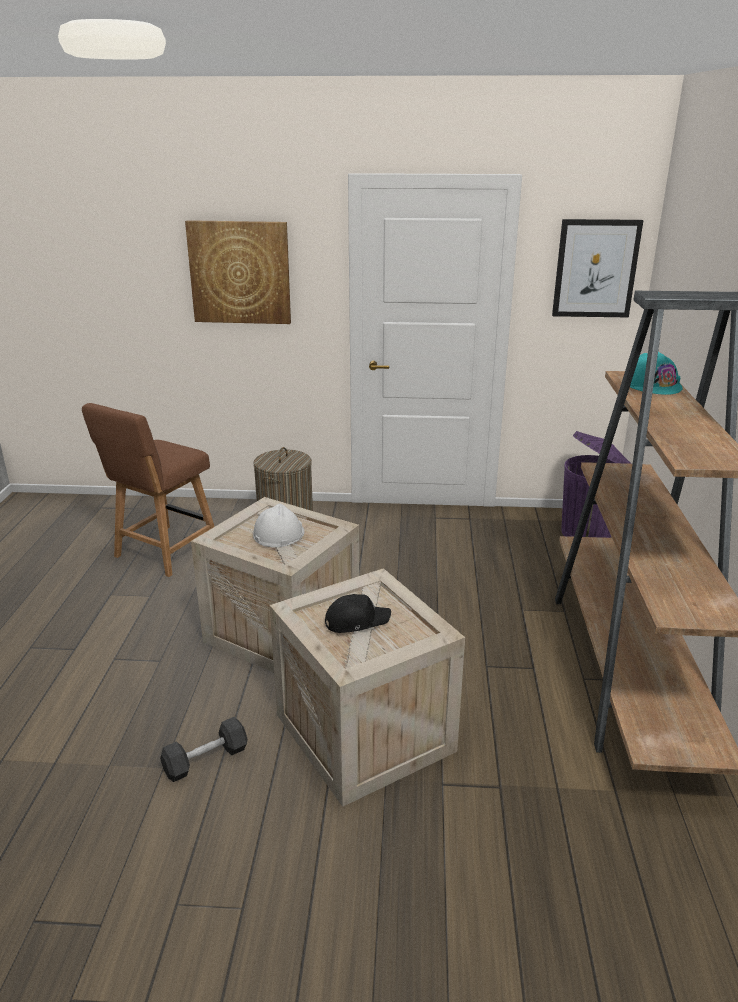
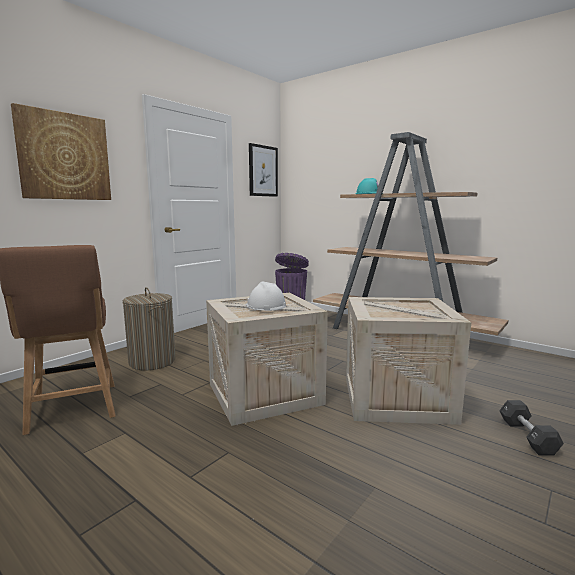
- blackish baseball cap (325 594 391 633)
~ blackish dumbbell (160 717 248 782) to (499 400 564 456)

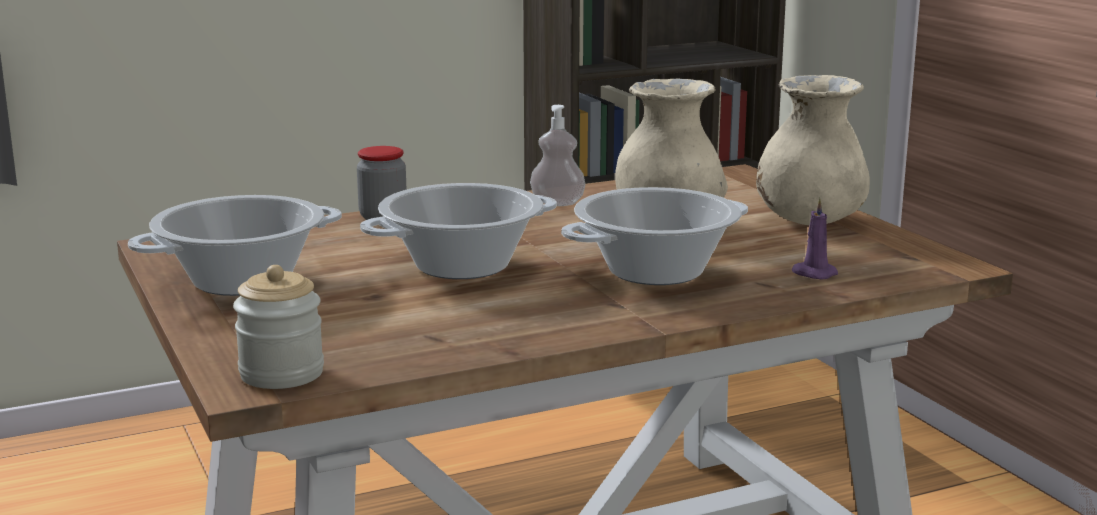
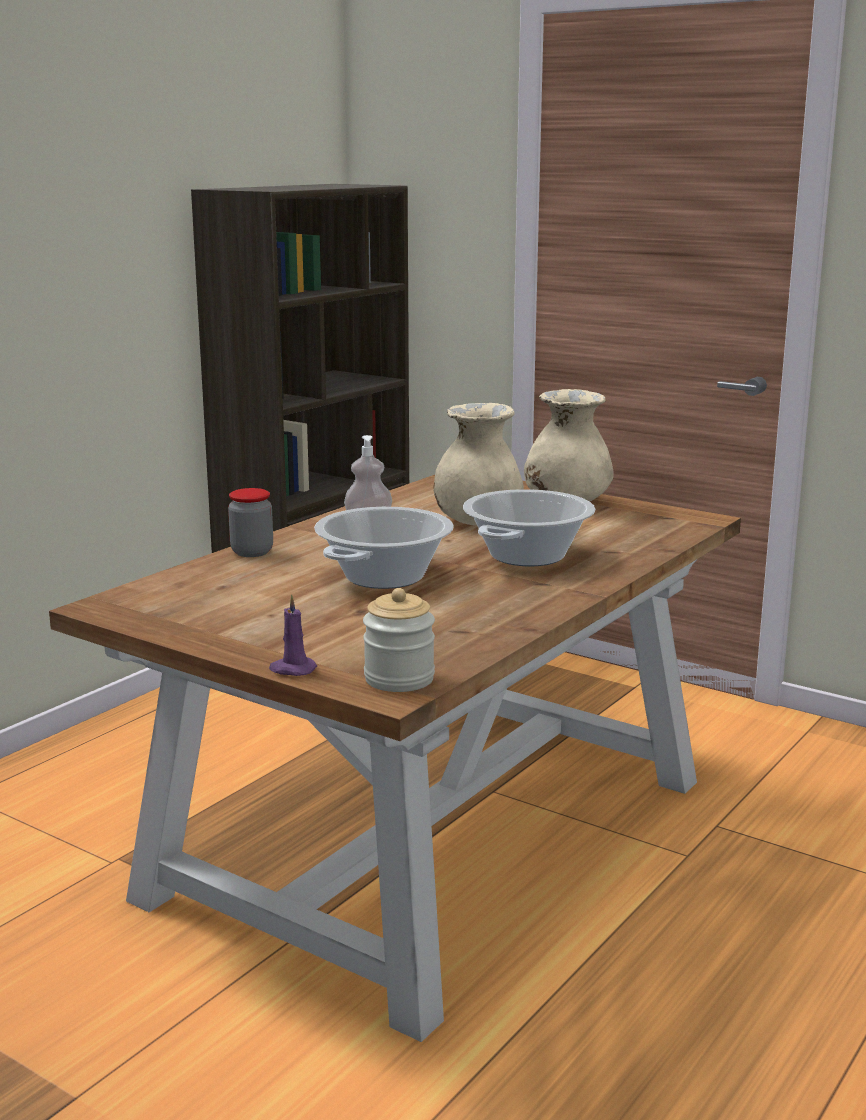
- cooking pot (128 195 342 296)
~ purplish candle (792 198 838 279) to (269 594 317 676)

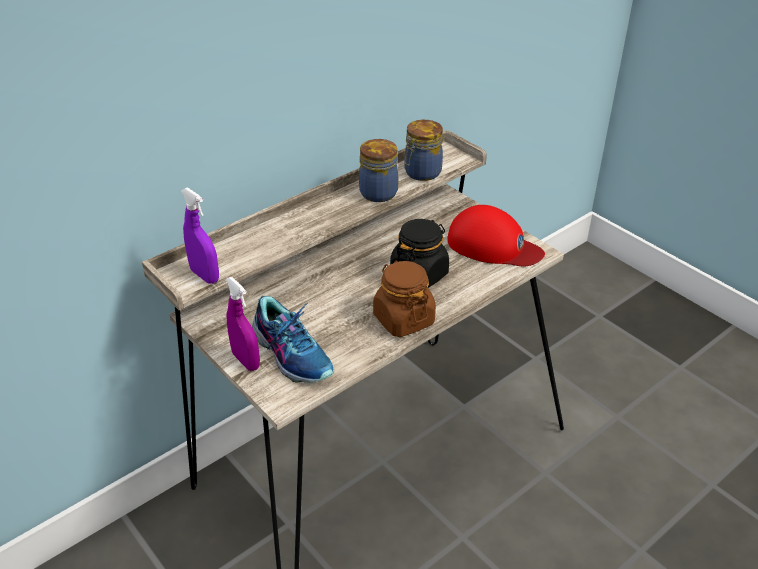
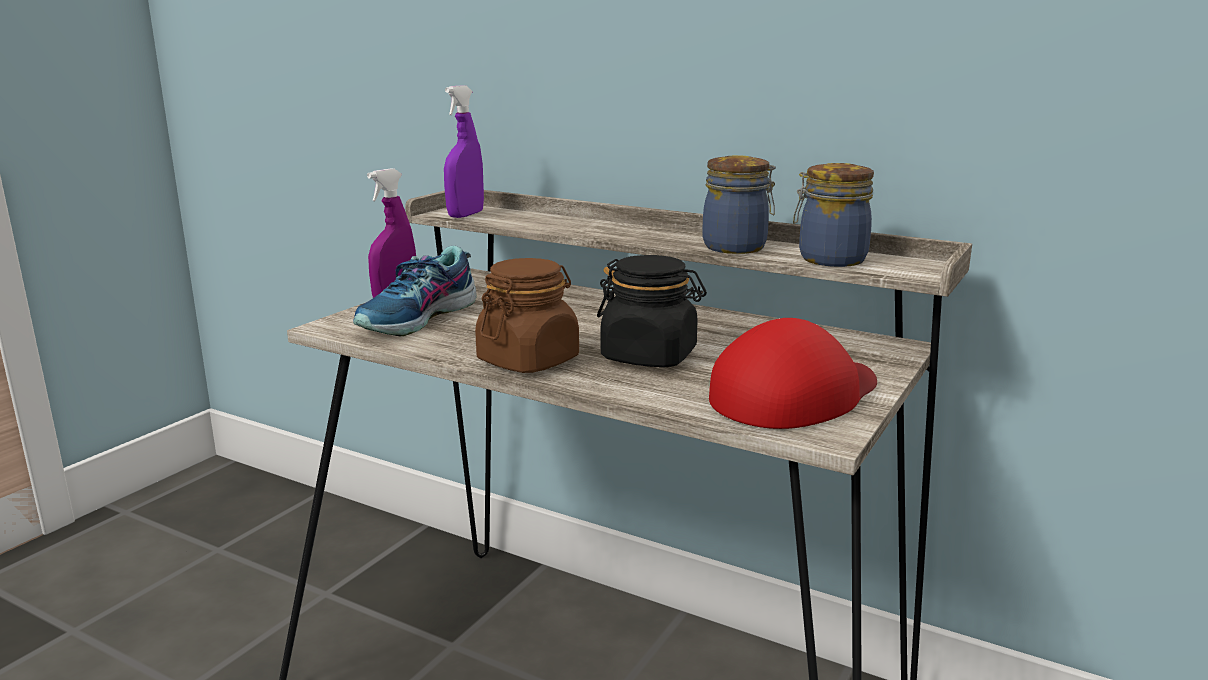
~ reddish baseball cap (447 205 545 267) = (709 318 877 429) 135 degrees counterclockwise

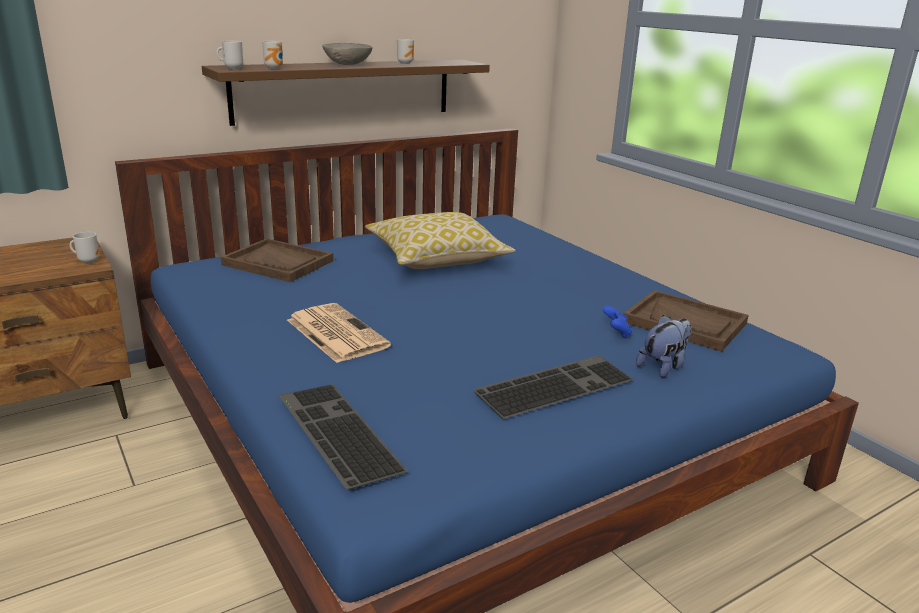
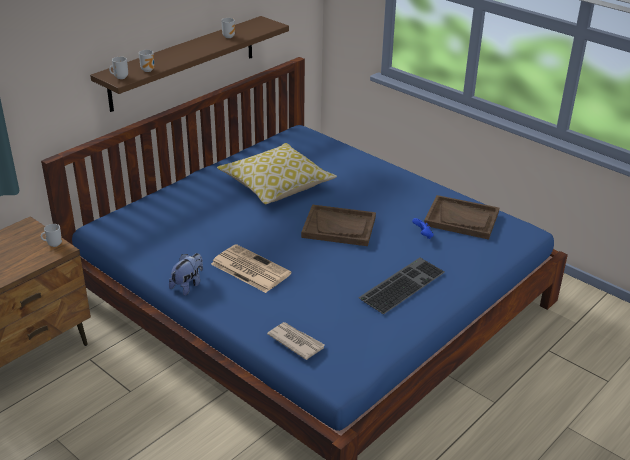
- grey serving bowl (322 43 372 65)
~ brown-coloured serving tray (221 238 333 282) to (301 205 376 246)
~ soft toy (636 315 692 378) to (169 253 203 296)
~ computer keyboard (278 384 408 489) to newspaper (267 322 325 360)

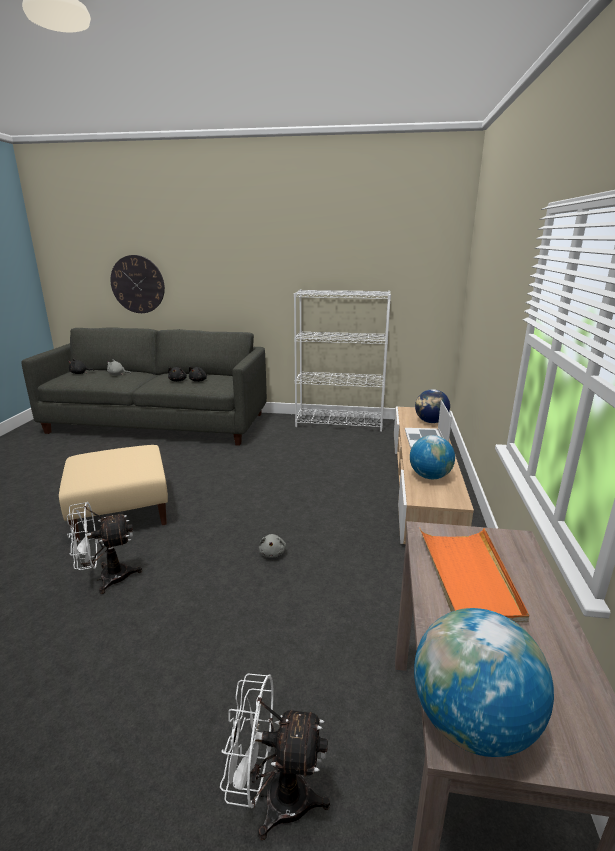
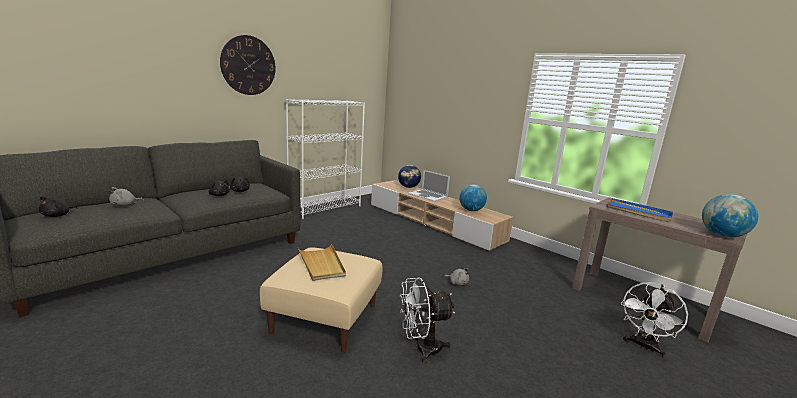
+ sand-coloured serving tray (297 244 346 281)
~ wall clock (111 255 165 313) to (220 35 276 95)
~ orange-coloured serving tray (420 528 529 623) to blue-coloured serving tray (606 198 673 222)
~ white cooling fan (67 502 142 594) = (400 277 455 363) 60 degrees clockwise

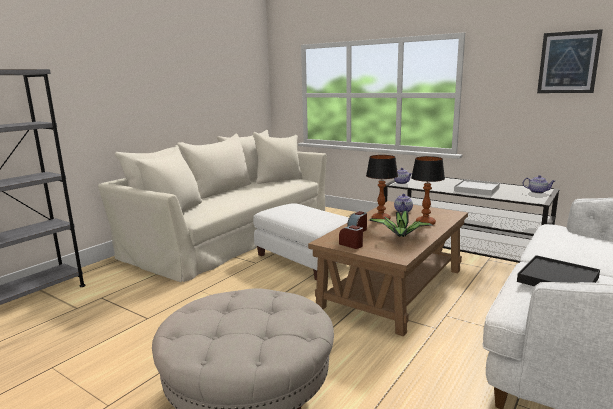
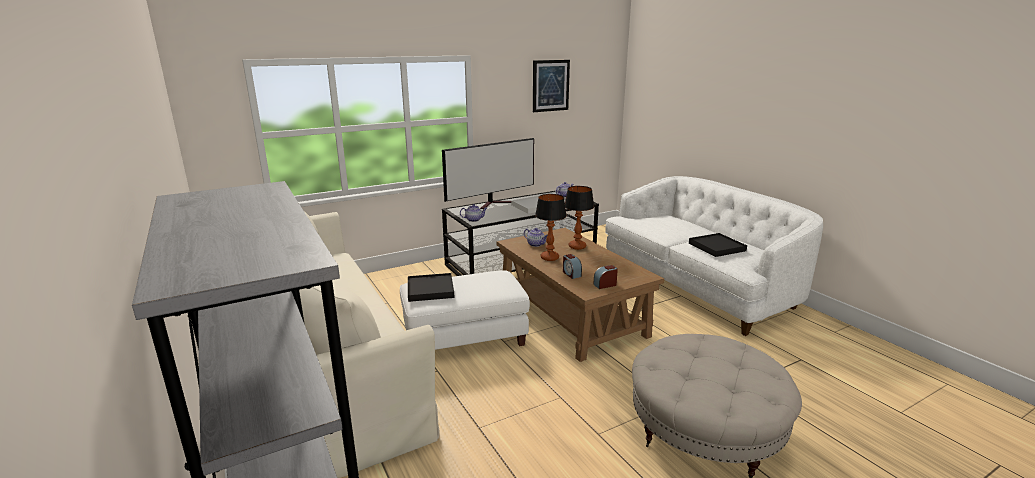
- houseplant (369 211 433 237)
+ blackish serving tray (408 273 455 302)
+ TV (442 138 534 209)

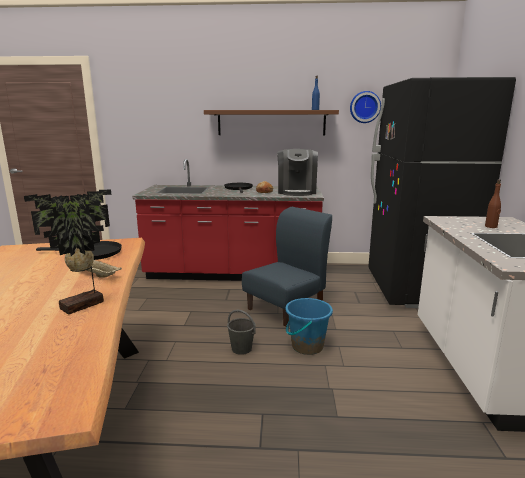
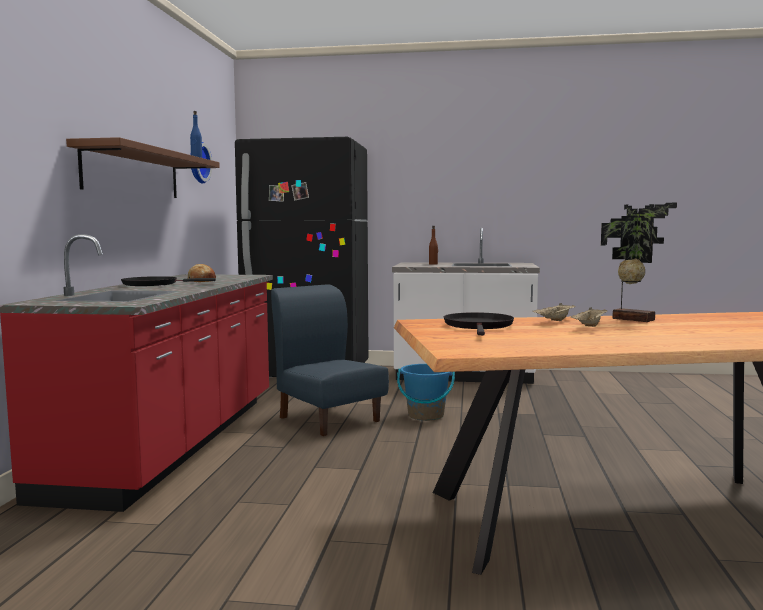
- grey water bucket (227 310 256 355)
- coffee brewer (277 149 318 196)
+ sand-coloured serving tray (571 307 608 327)

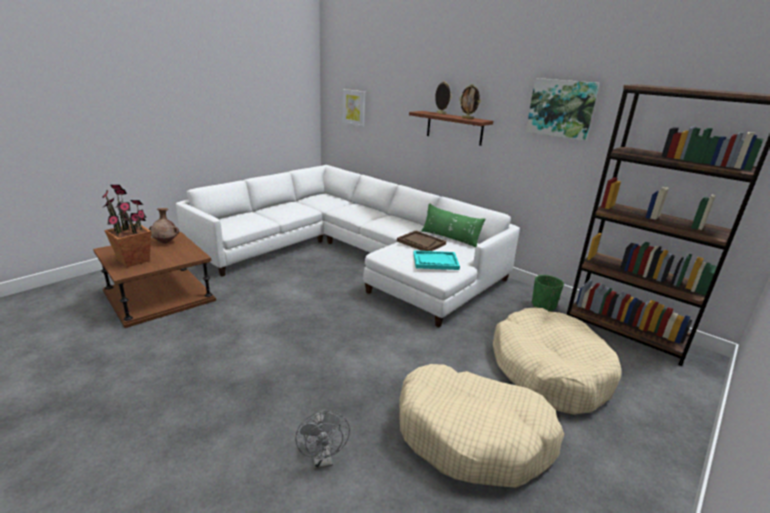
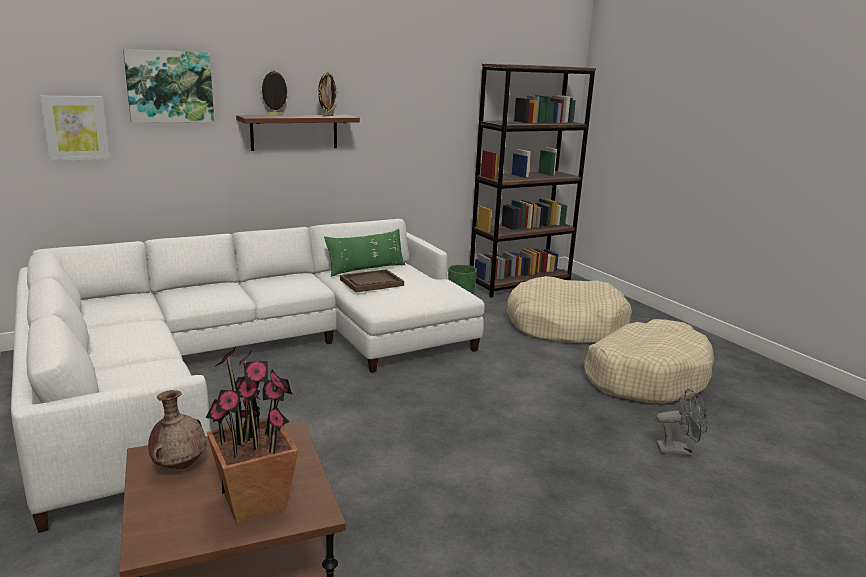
- turquoise-coloured serving tray (413 250 460 270)
~ picture (526 78 599 141) to (123 49 214 123)

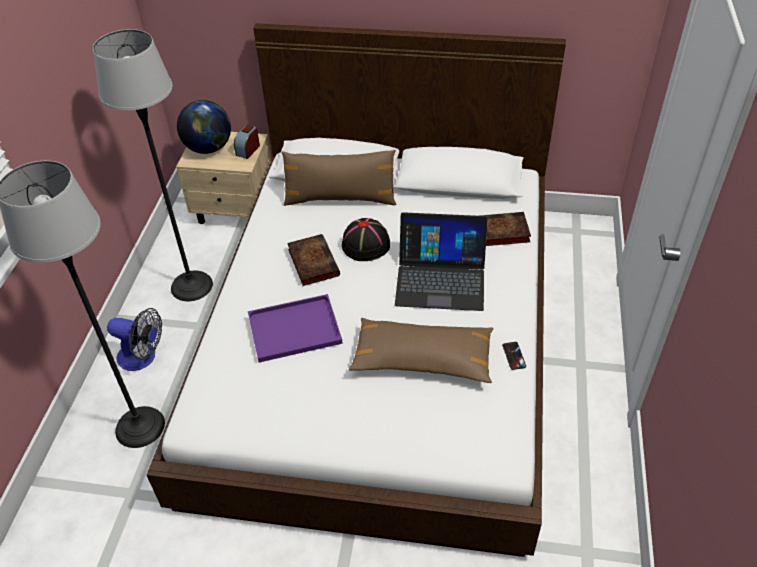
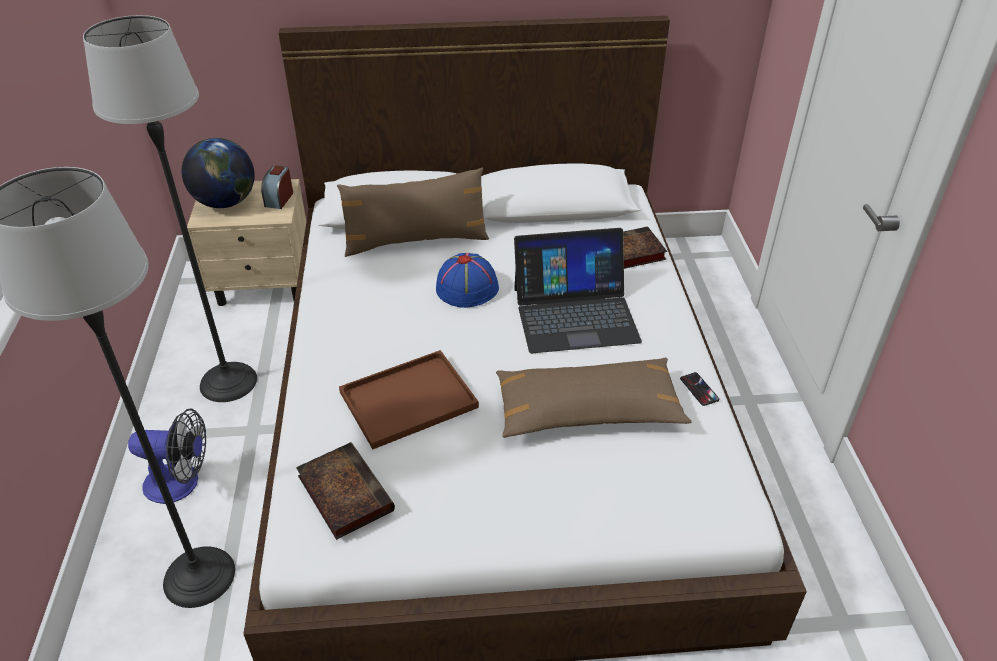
~ volume (287 234 340 286) to (296 442 395 540)
~ purplish serving tray (248 294 343 362) to brown-coloured serving tray (339 350 479 449)
~ blackish clothing hat (342 218 390 261) to blue-coloured clothing hat (436 253 499 308)

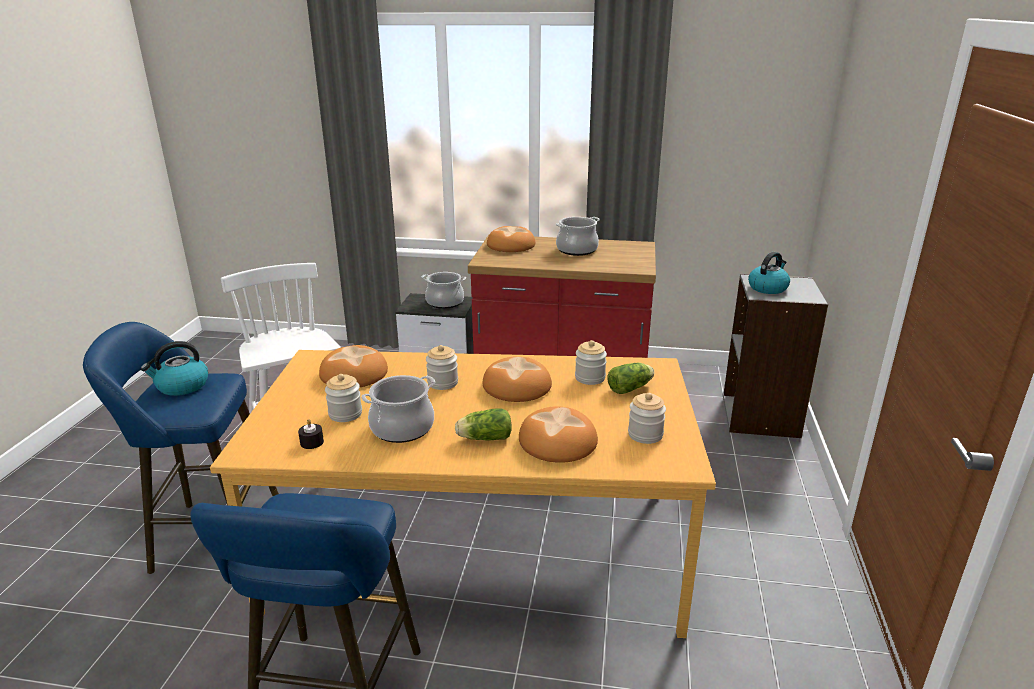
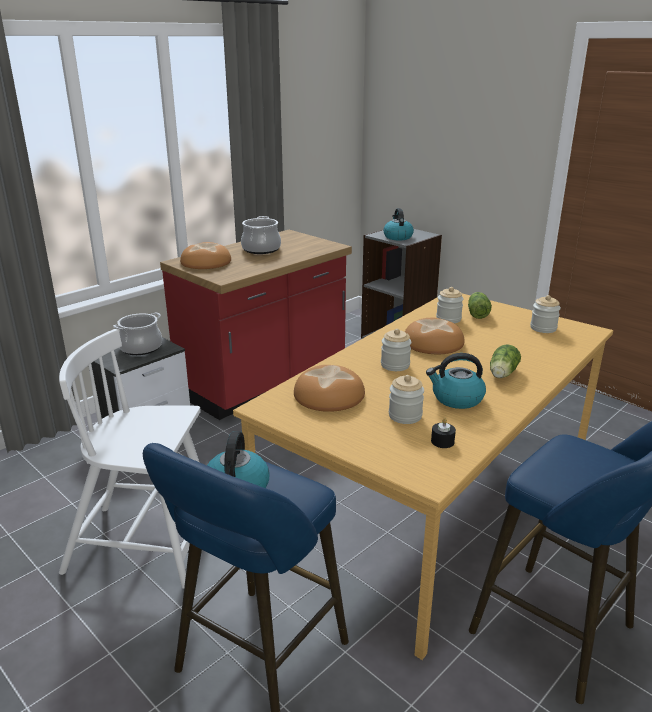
- baked bread (519 406 598 463)
~ cooking pot (361 375 435 443) to tea kettle (426 353 486 409)

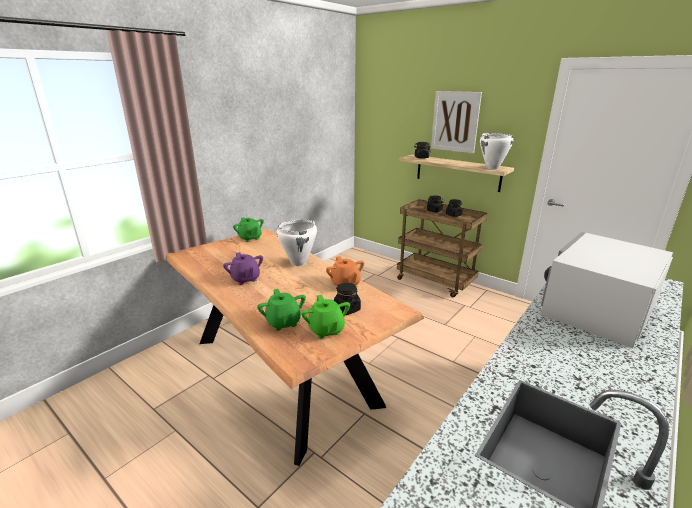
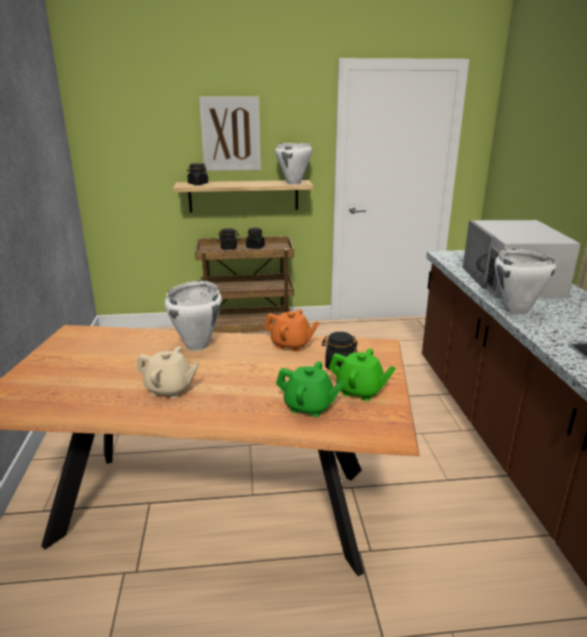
- green pot for tea (233 218 264 242)
+ white cooking pot (495 249 556 315)
~ purplish pot for tea (223 252 263 285) to sand-coloured pot for tea (136 346 199 398)

